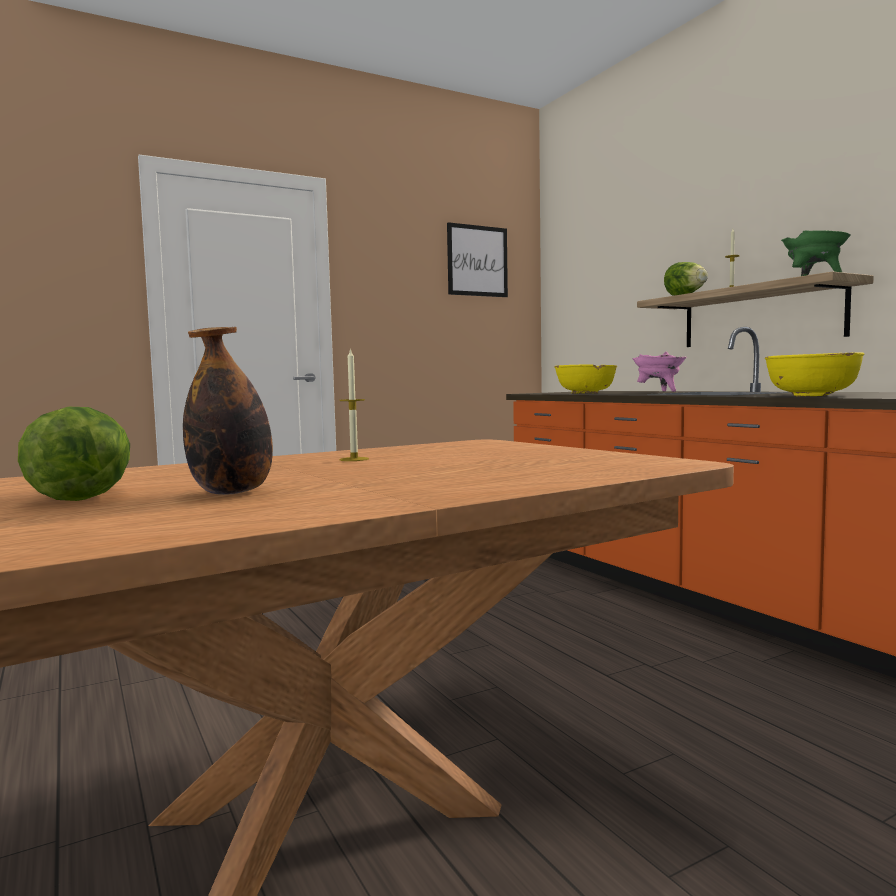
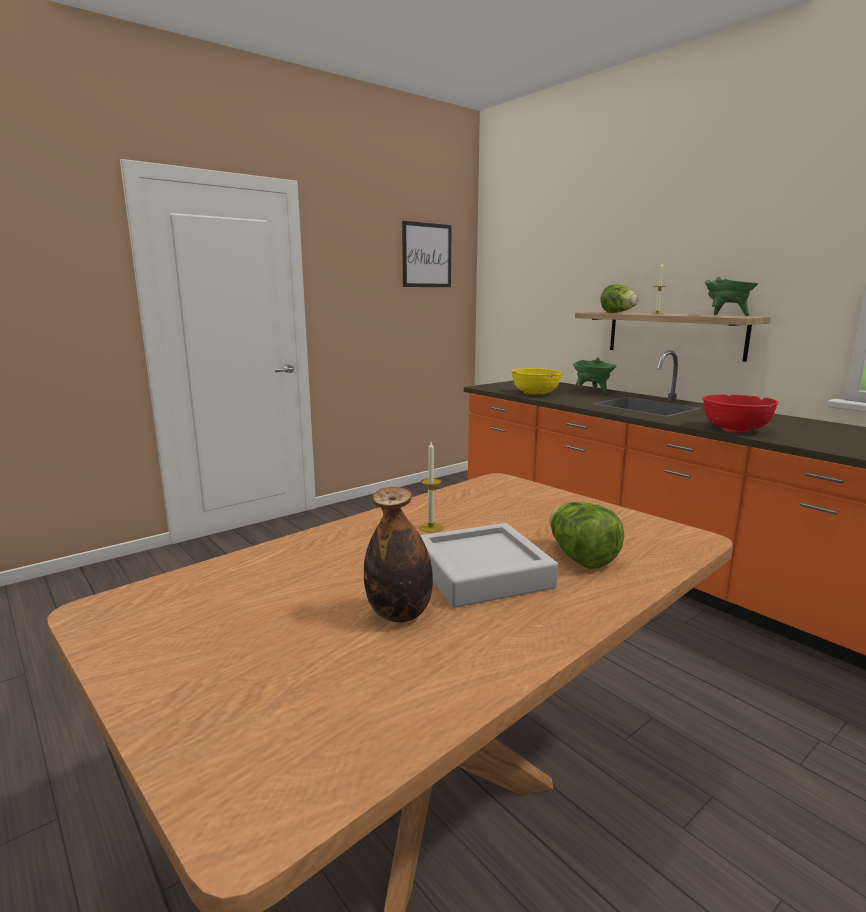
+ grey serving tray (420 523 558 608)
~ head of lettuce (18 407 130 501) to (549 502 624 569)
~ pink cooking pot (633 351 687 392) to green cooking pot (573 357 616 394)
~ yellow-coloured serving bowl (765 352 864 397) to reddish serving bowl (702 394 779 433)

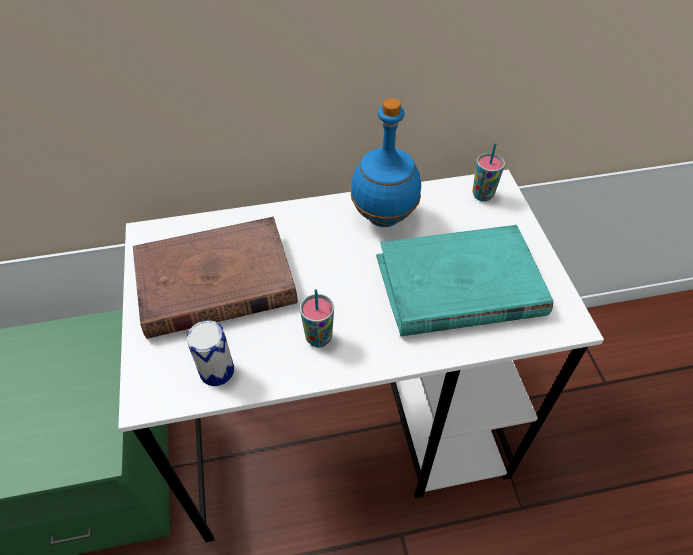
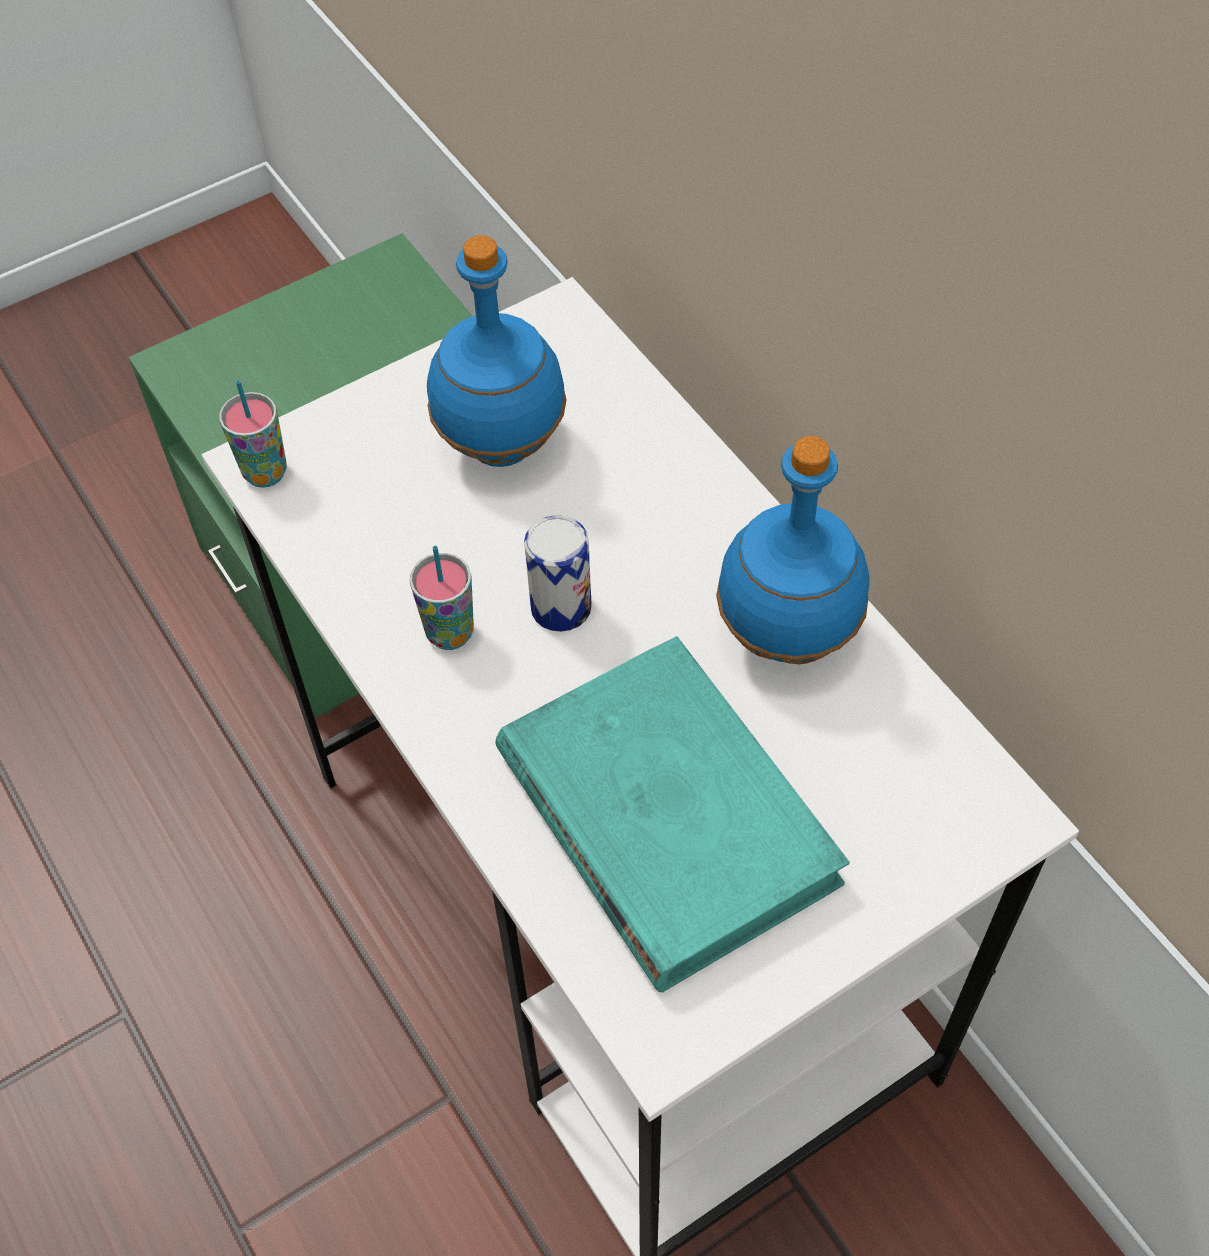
~ metal can (186 320 234 386) to (524 515 592 632)
~ drinking cup (472 143 505 202) to (219 380 287 488)
~ brown-coloured volume (133 217 298 339) to blue-coloured drink bottle (427 235 567 467)

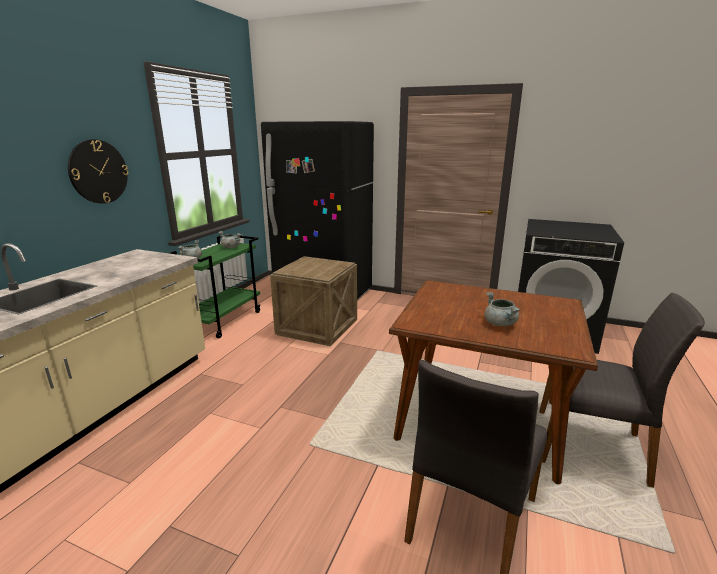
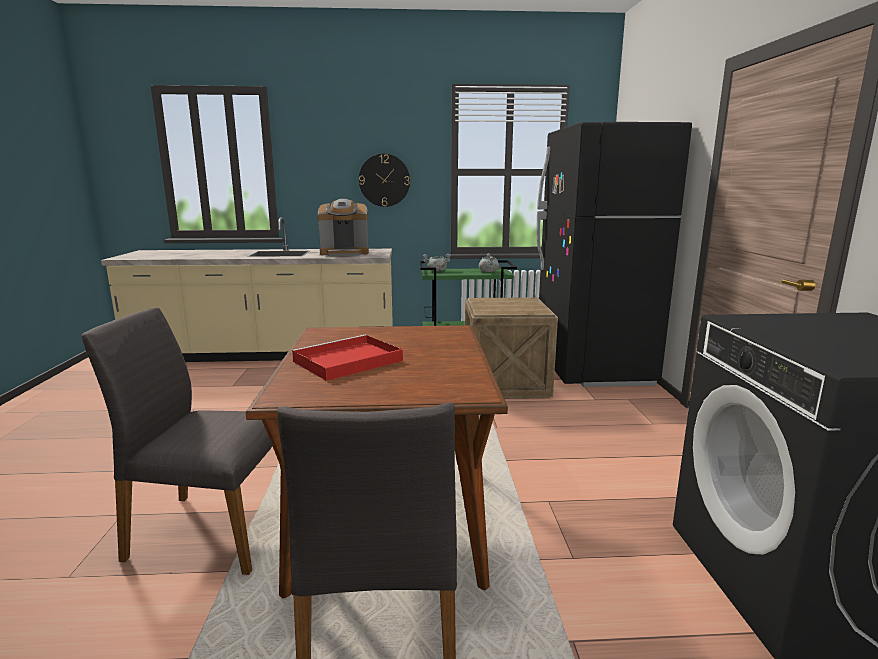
+ coffee brewer (318 199 369 256)
~ grey cooking pot (485 292 520 326) to reddish serving tray (291 335 403 381)

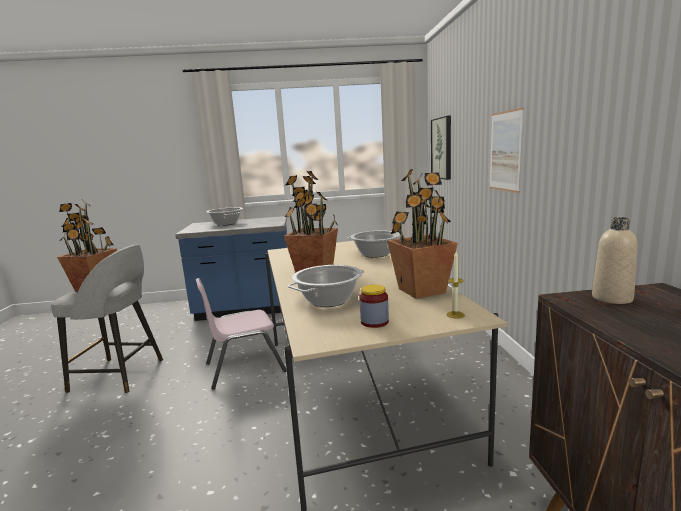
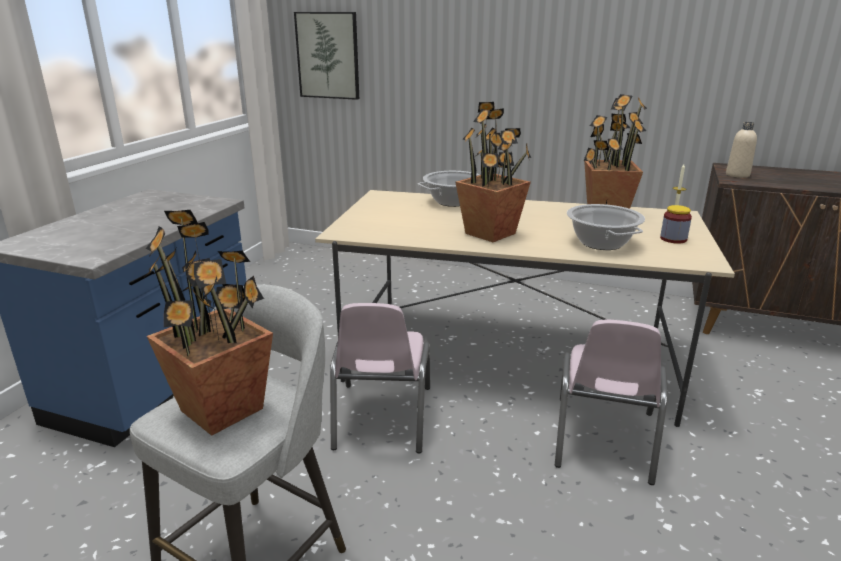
- cooking pot (206 207 243 226)
- picture (489 108 524 193)
+ pink chair (555 320 668 485)

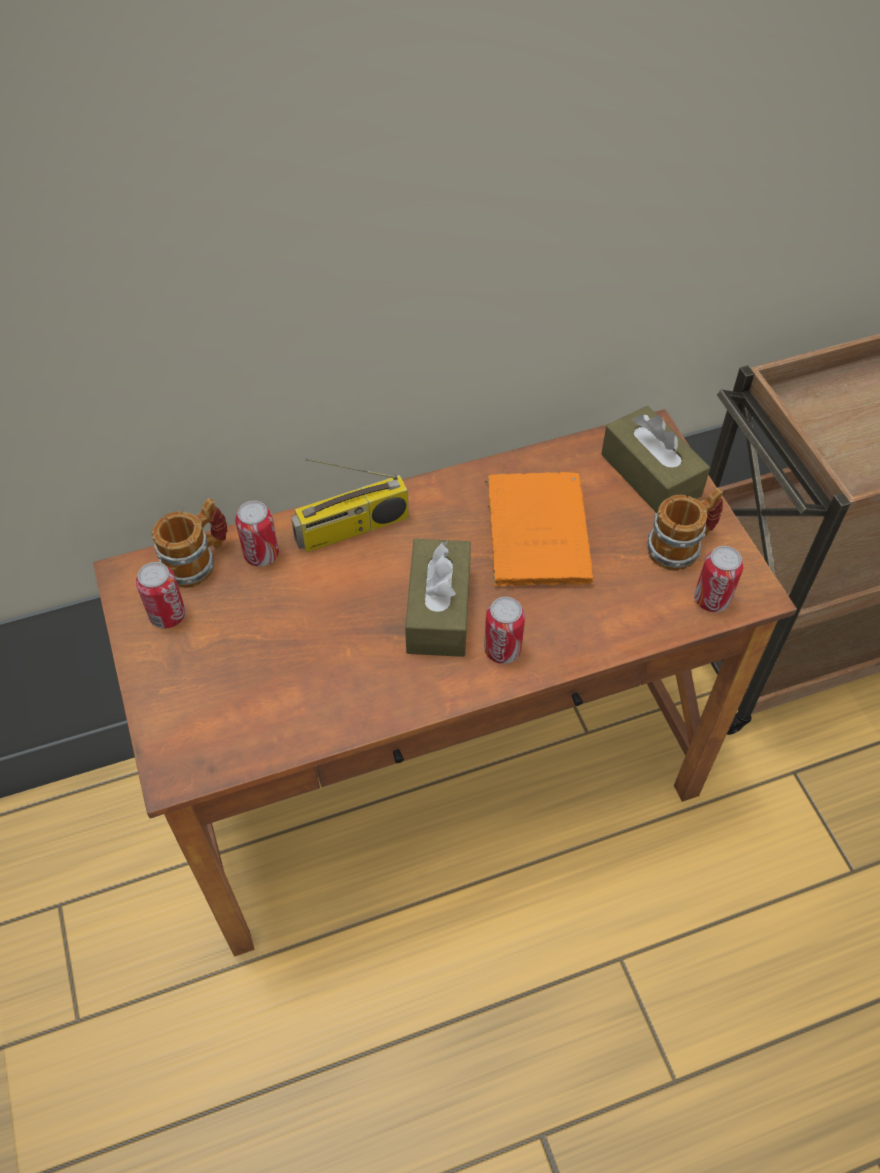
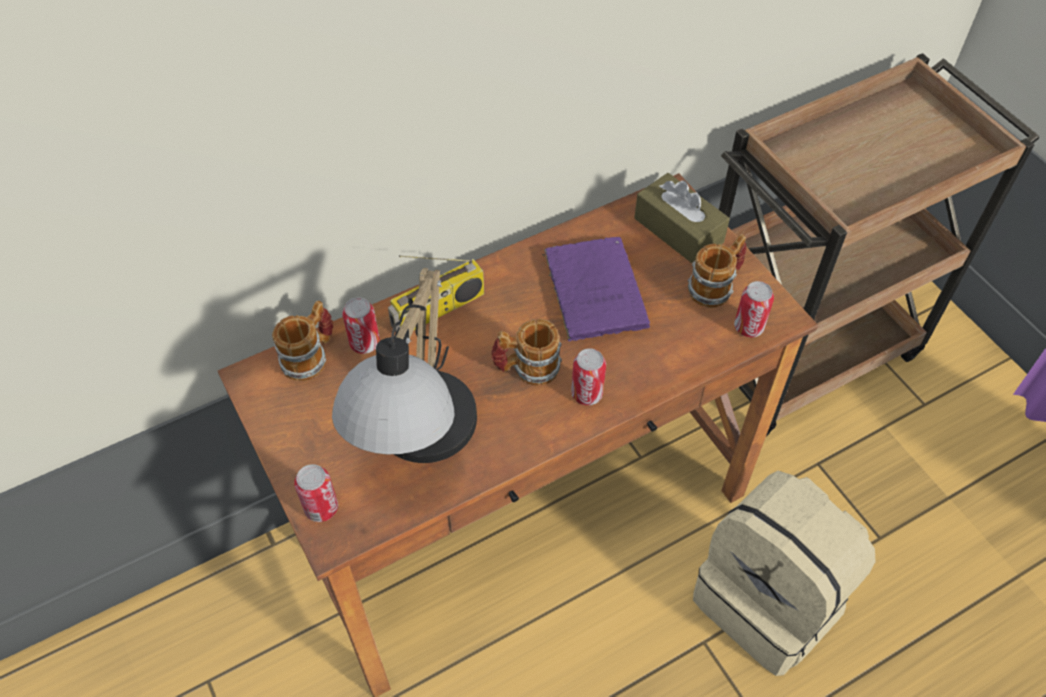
+ tabletop lamp (332 268 477 463)
+ sand-coloured rucksack (693 471 875 676)
~ metal can (136 562 186 629) to (294 464 338 522)
~ brown-coloured tissue box (405 539 471 657) to mug (491 319 562 386)
~ orange-coloured volume (485 472 593 586) to purplish volume (542 237 650 342)

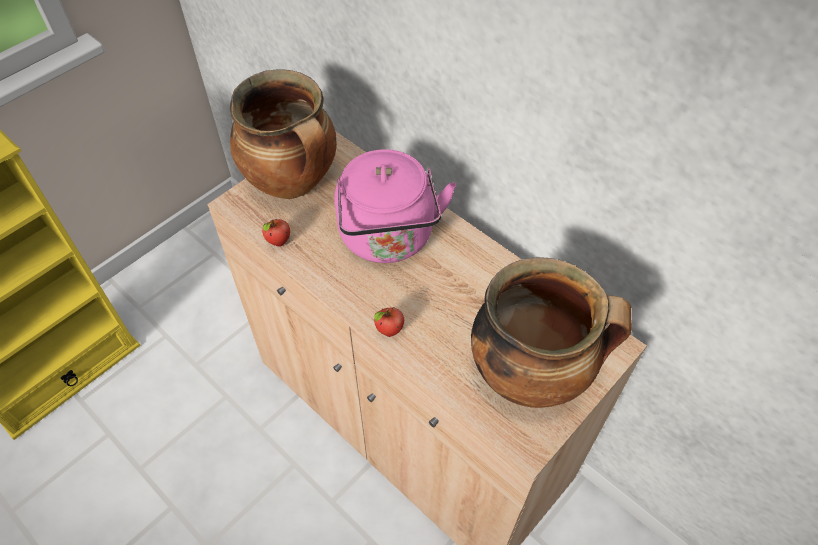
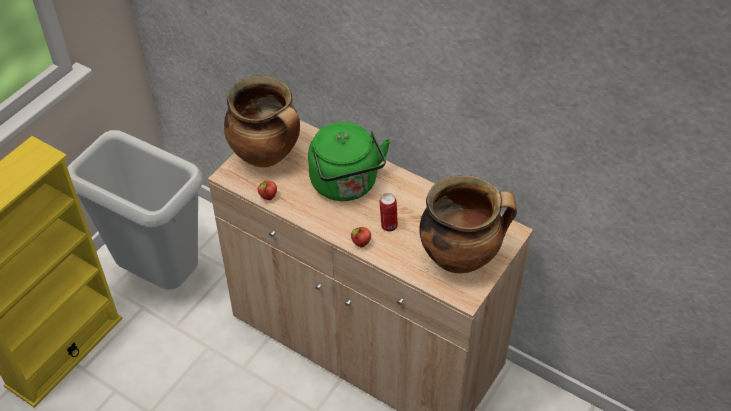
+ grey waste bin (67 130 203 290)
+ metal can (380 193 398 232)
~ pink tea kettle (334 149 456 263) to green tea kettle (308 122 391 201)

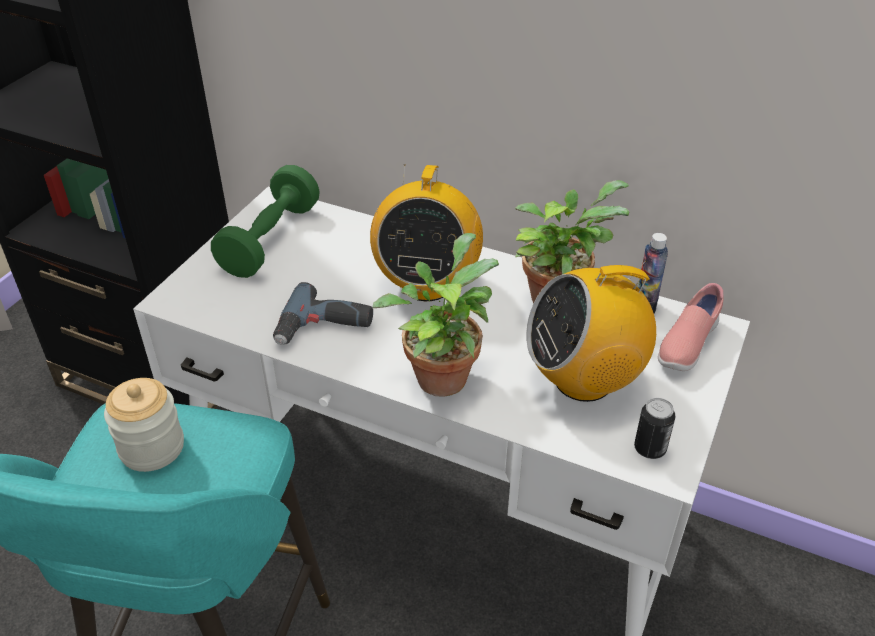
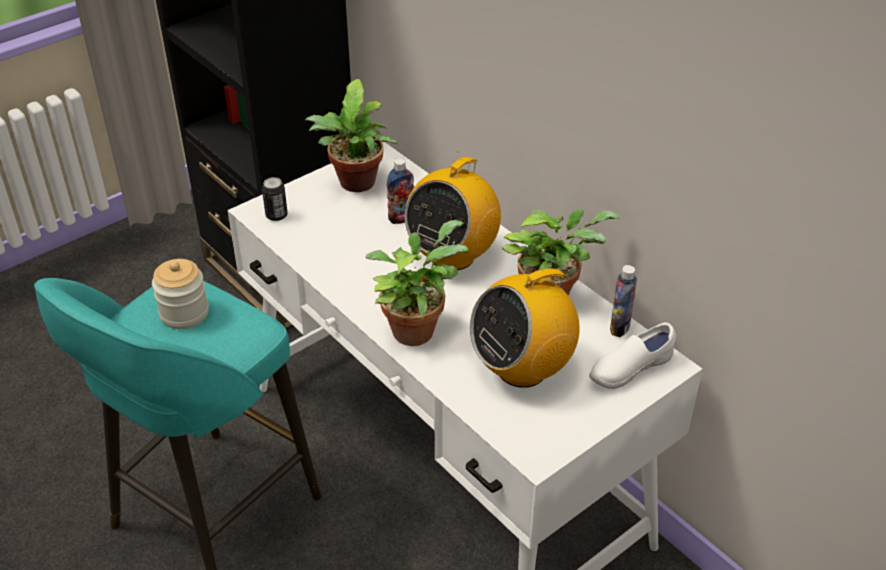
- electric drill (273 282 373 345)
+ drink bottle (387 158 414 224)
~ metal can (634 398 675 459) to (262 177 288 221)
~ green dumbbell (211 165 320 278) to houseplant (305 79 397 192)
~ pink shoe (658 283 724 371) to white shoe (589 322 676 389)
~ radio (526 259 656 402) = (470 258 580 388) 45 degrees counterclockwise

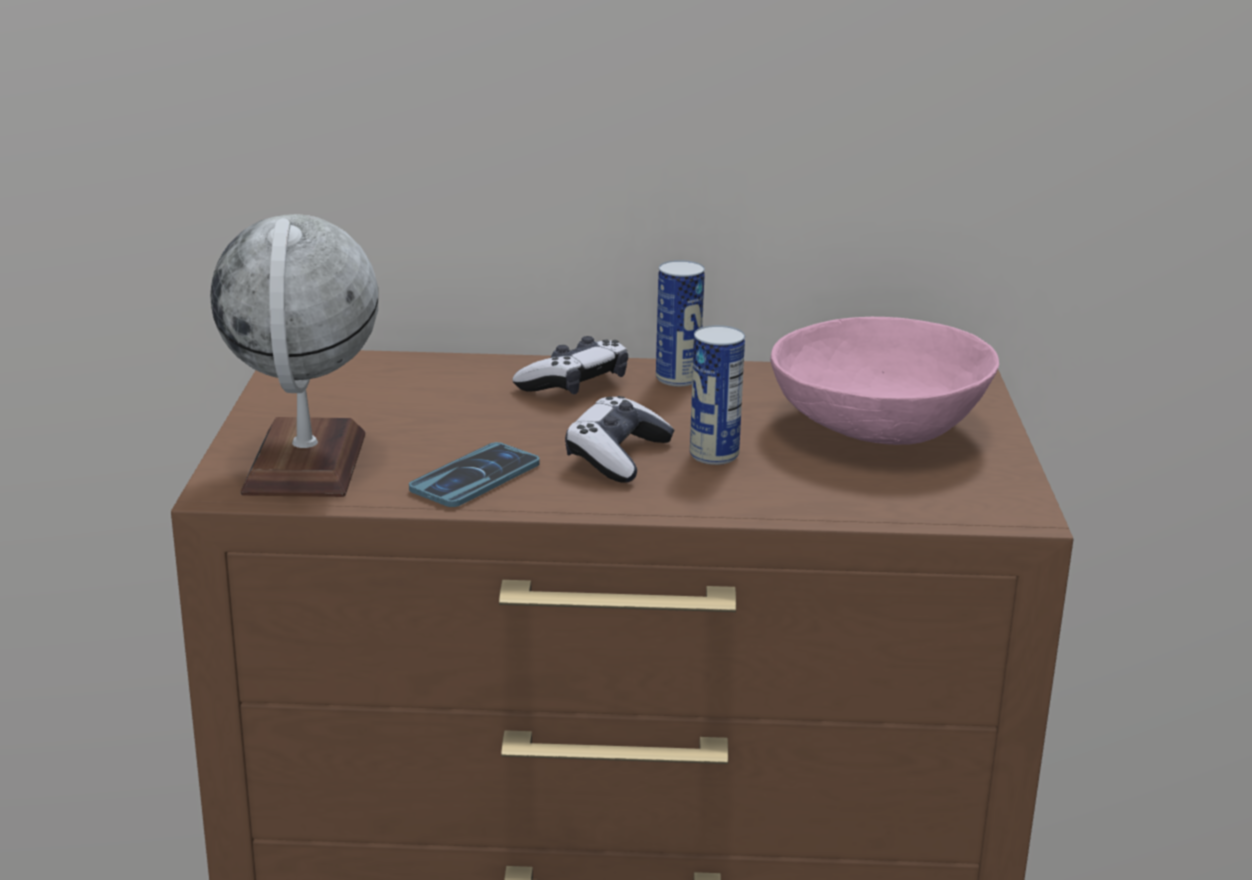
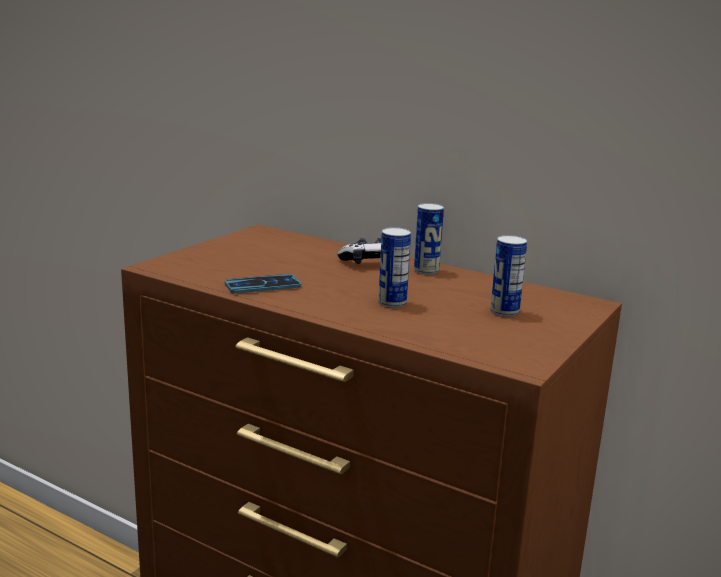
- desk globe (210 214 378 497)
- joypad (565 396 674 483)
~ pink serving bowl (770 317 999 445) to metal can (490 235 527 317)

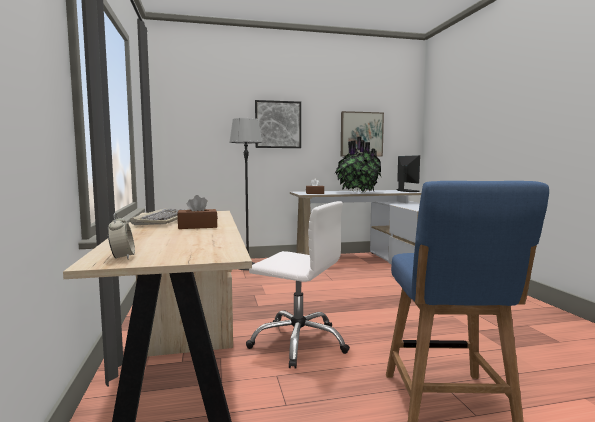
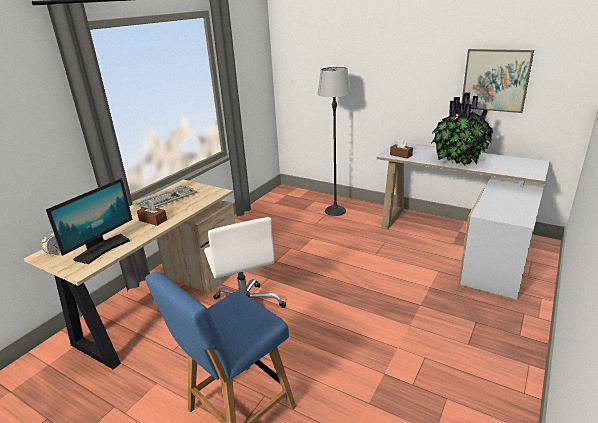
- picture (255 100 301 148)
~ monitor (397 155 420 192) to (46 178 133 264)

